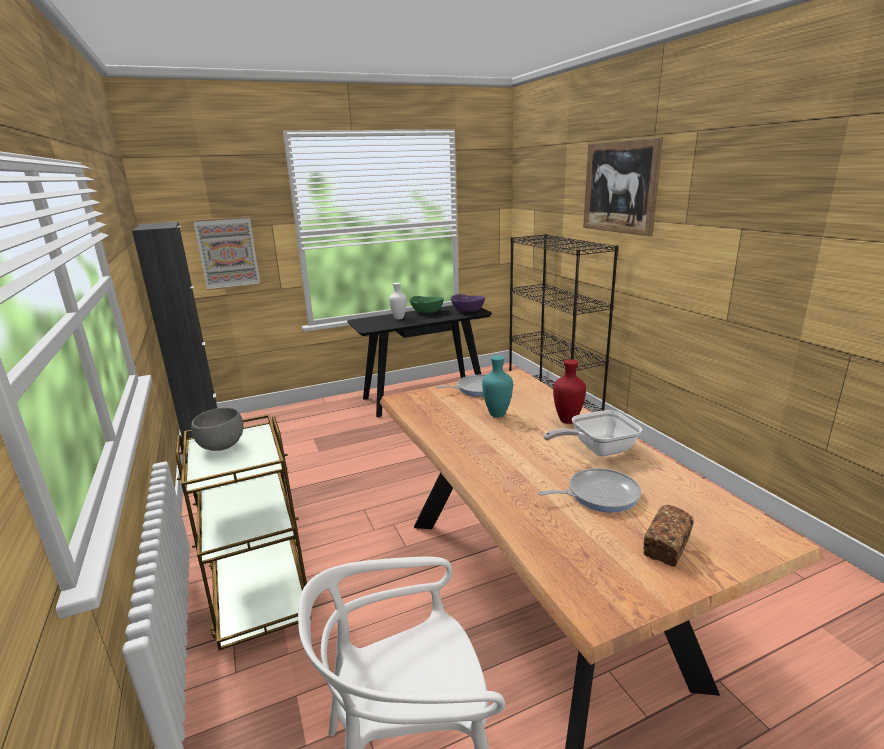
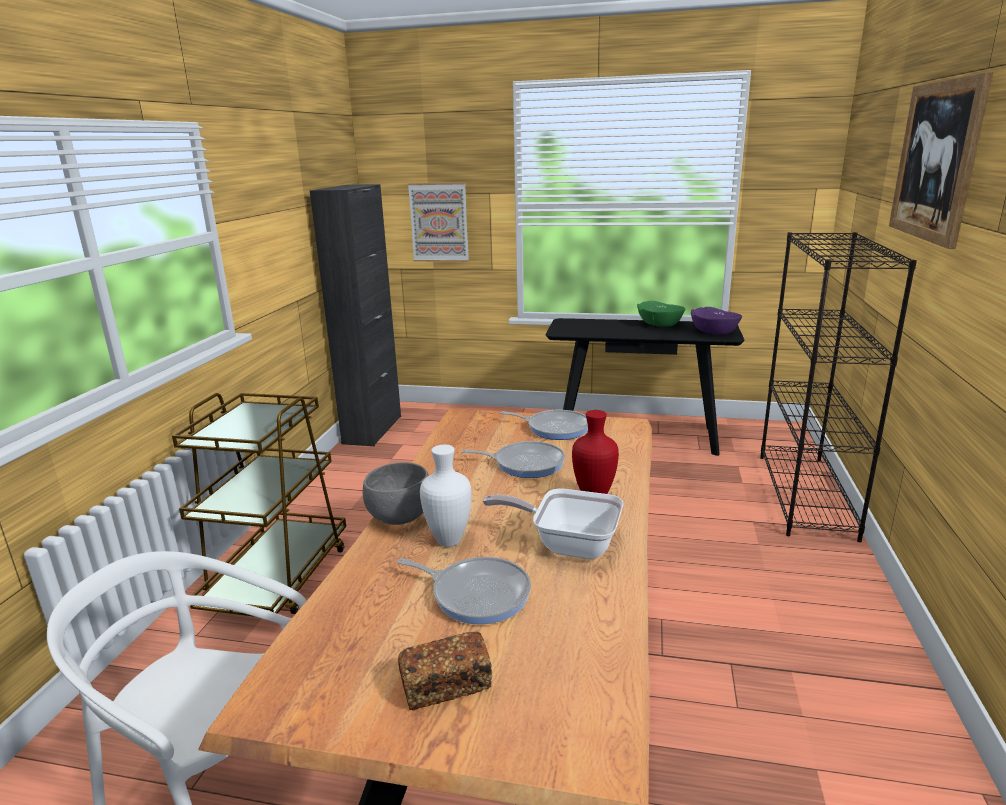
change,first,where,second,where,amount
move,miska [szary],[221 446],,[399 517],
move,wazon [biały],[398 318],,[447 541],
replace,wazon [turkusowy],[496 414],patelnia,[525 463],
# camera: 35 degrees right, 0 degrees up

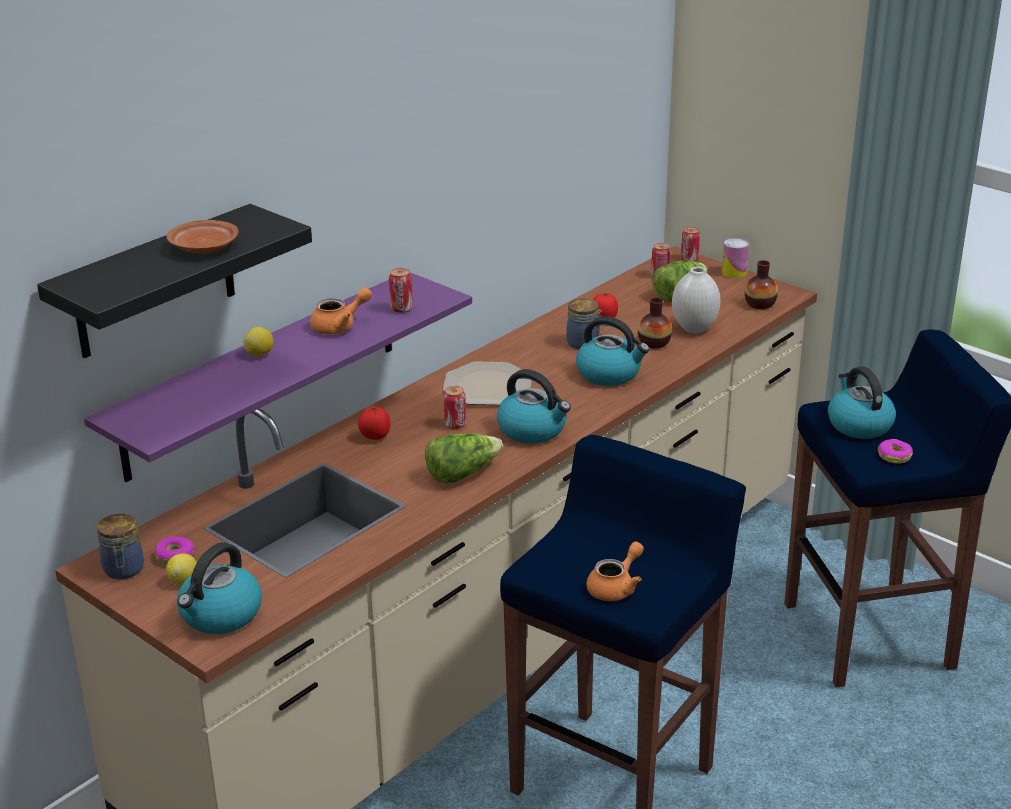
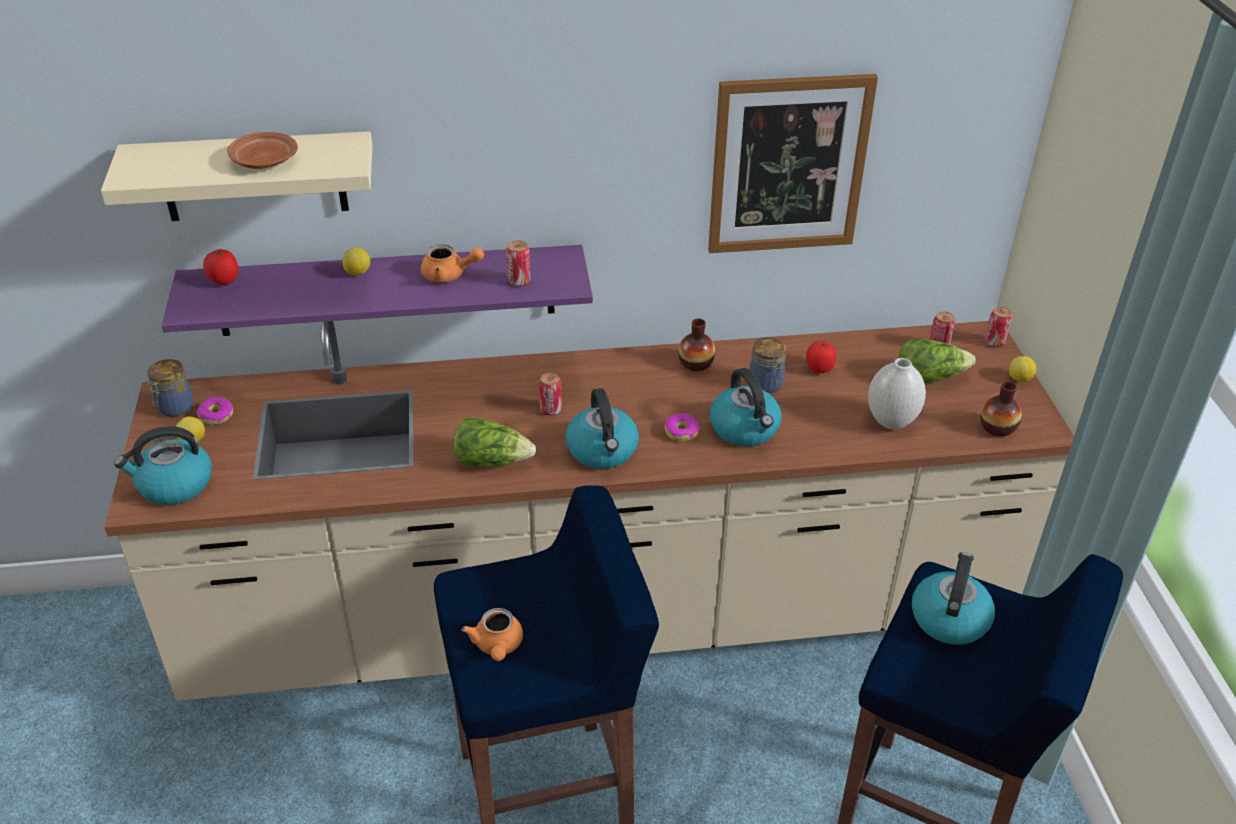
change,first,where,second,where,amount
delete,talerz,[488 386],,,
insert,,,obraz,[788 165],
move,pomidor,[374 437],,[224 281],
move,wazon,[654 343],,[696 363],
move,donut,[894 456],,[681 432],
replace,puszka,[734 273],cytryna,[1020 379],
recolor,półka [czarny],[155 283],półka [beżowy],[253 176],
rotate,imbryk [pomarańczowy],[616 587],,[497 646],90 degrees clockwise
# camera: 40 degrees right, 10 degrees up

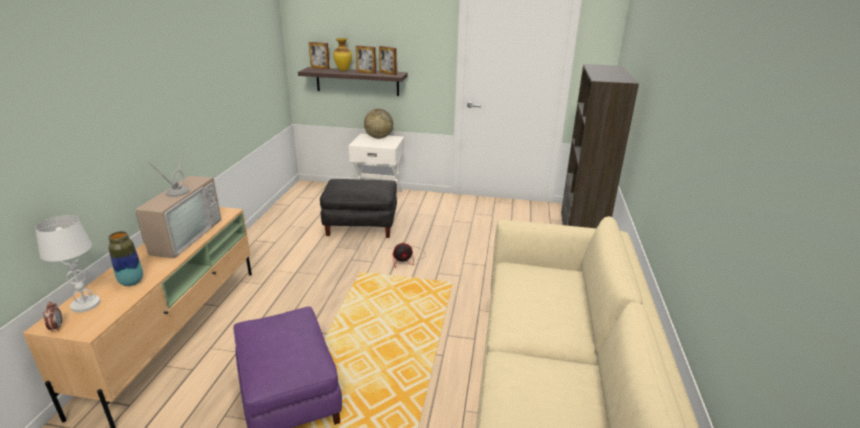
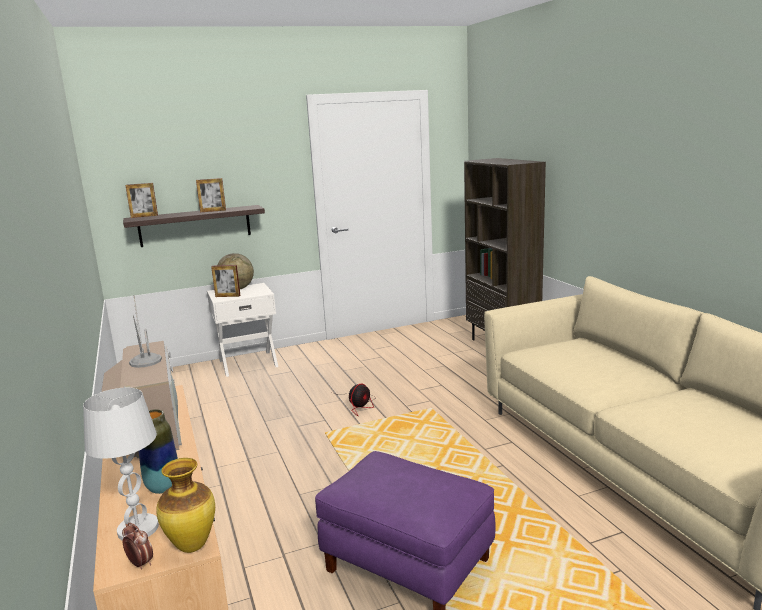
change,first,where,second,where,amount
delete,pufa [czarny],[361 225],,,
move,wazon,[343 70],,[192 546],
move,ramka na zdjęcie,[388 73],,[227 296],
# camera: 30 degrees left, 10 degrees down

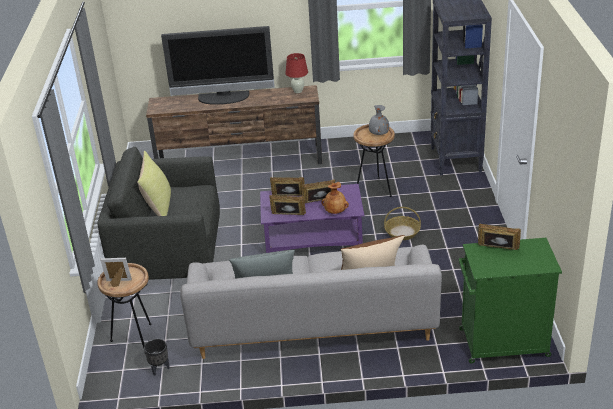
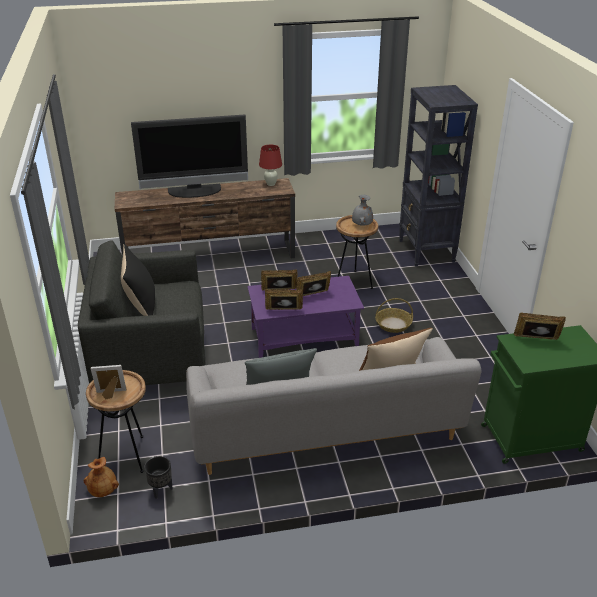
change,first,where,second,where,amount
move,wazon [brązowy],[335 211],,[103 490],
recolor,poduszka [żółty],[158 206],poduszka [czarny],[141 305],
# camera: 10 degrees left, 0 degrees up

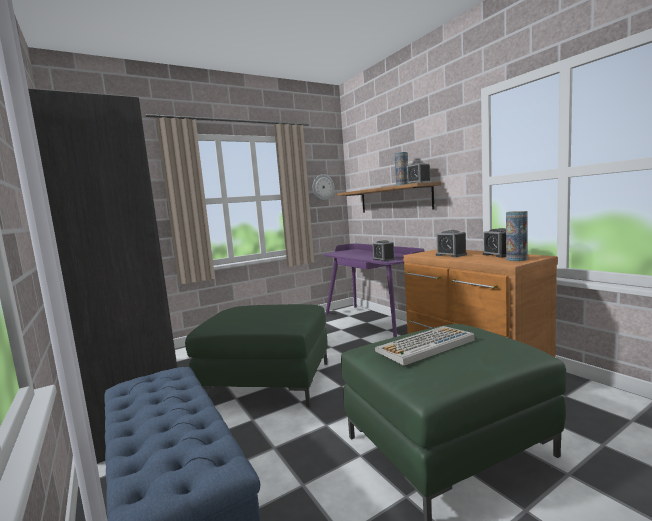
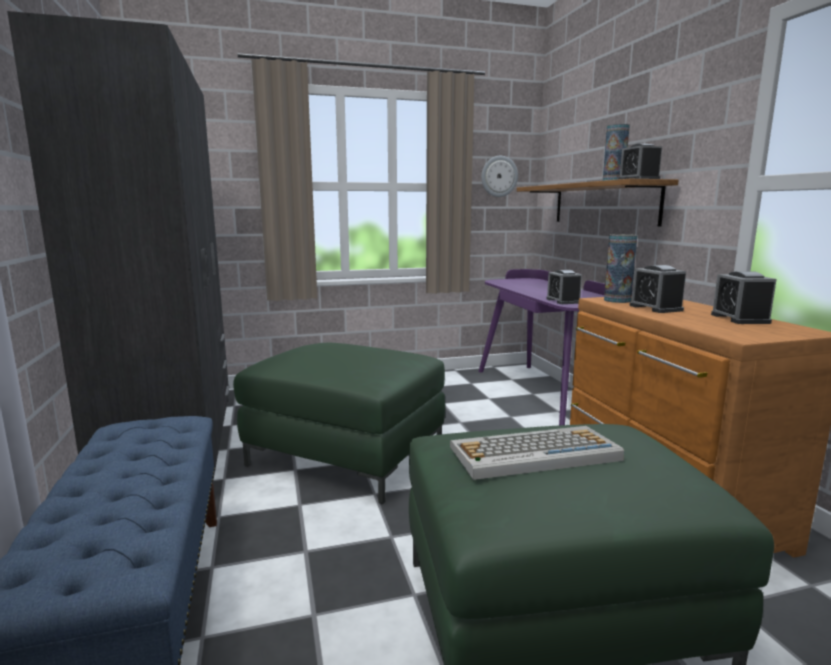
change,first,where,second,where,amount
move,wazon,[516 259],,[617 300],
# camera: 15 degrees right, 5 degrees up

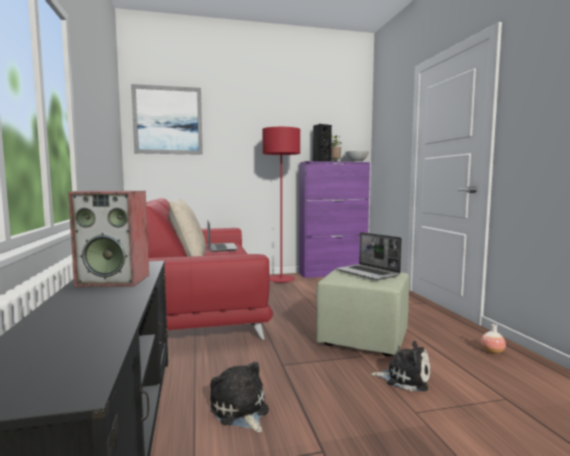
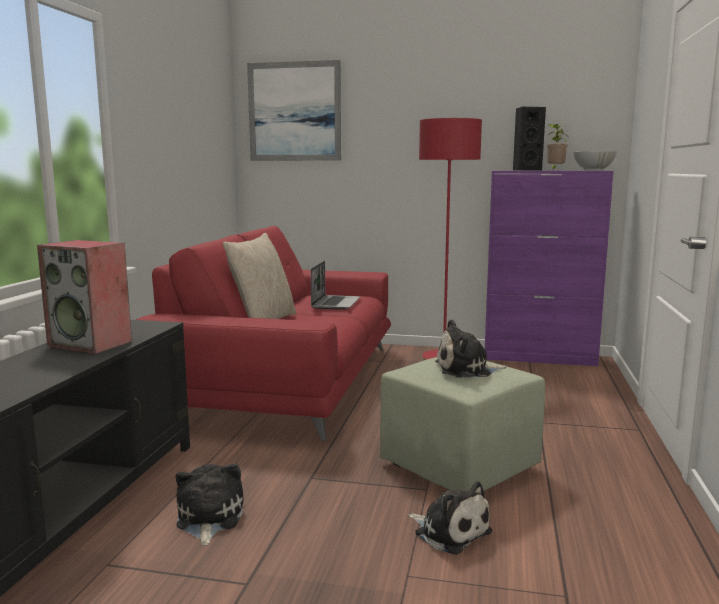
change,first,where,second,where,amount
delete,wazon,[492 352],,,
replace,laptop,[368 273],pluszak,[466 369],
# camera: 25 degrees right, 5 degrees up

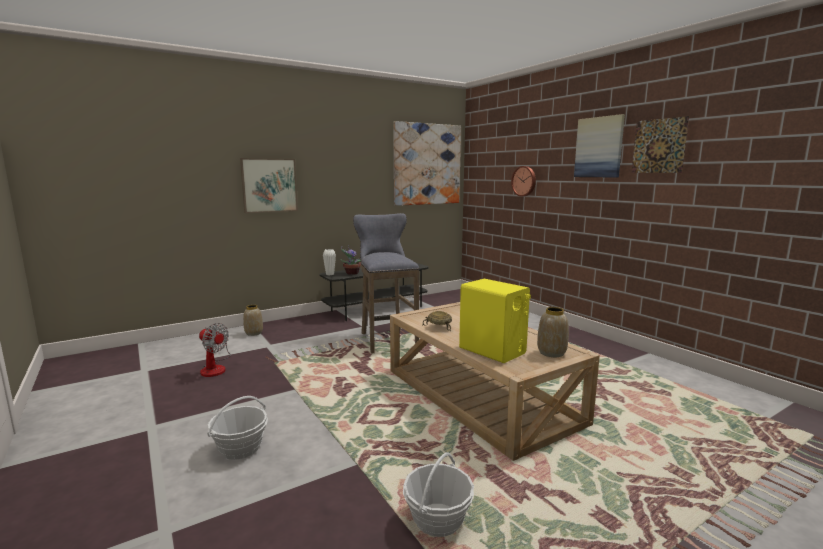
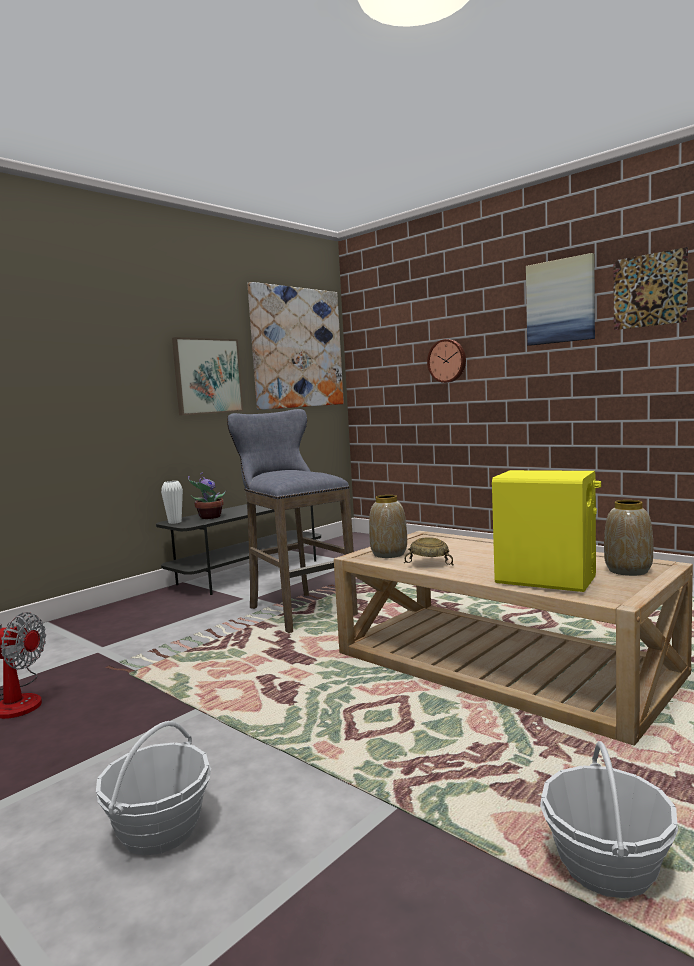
change,first,where,second,where,amount
move,obraz,[269 185],,[207 376],
move,wazon,[254 333],,[389 554],
# camera: 15 degrees left, 5 degrees down

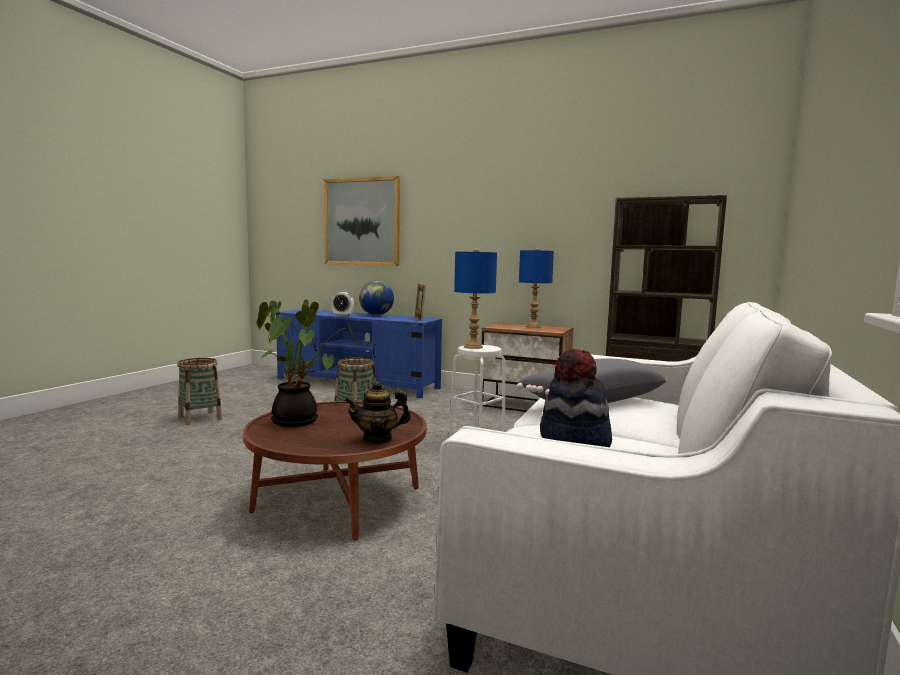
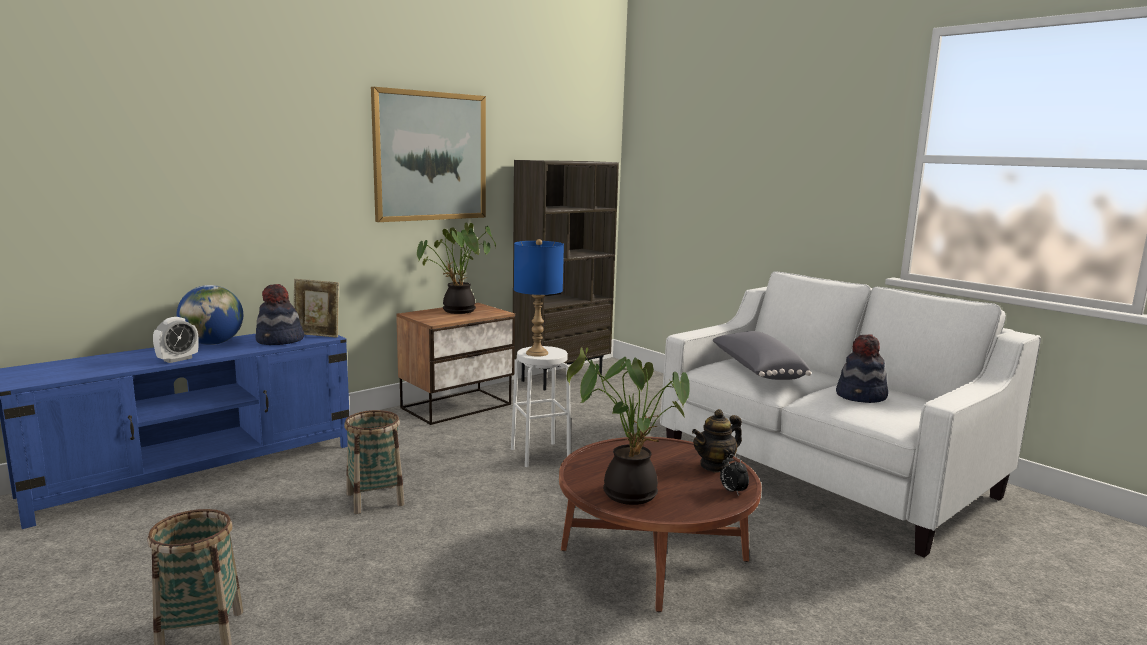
change,first,where,second,where,amount
insert,,,kapelusz,[280 341],
insert,,,budzik,[732 491],
move,obraz,[362 222],,[430 156],
replace,lampa stołowa [niebieski],[533 326],roślina doniczkowa,[457 311],
rotate,imbryk,[377 439],,[715 466],45 degrees clockwise
# camera: 65 degrees left, 5 degrees up

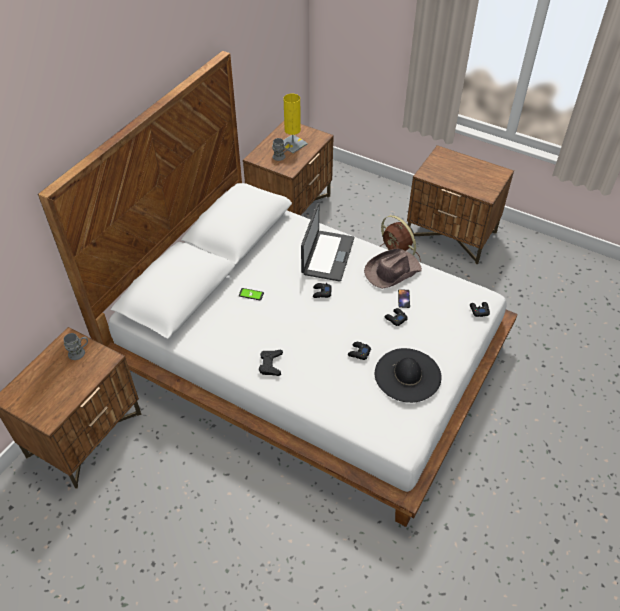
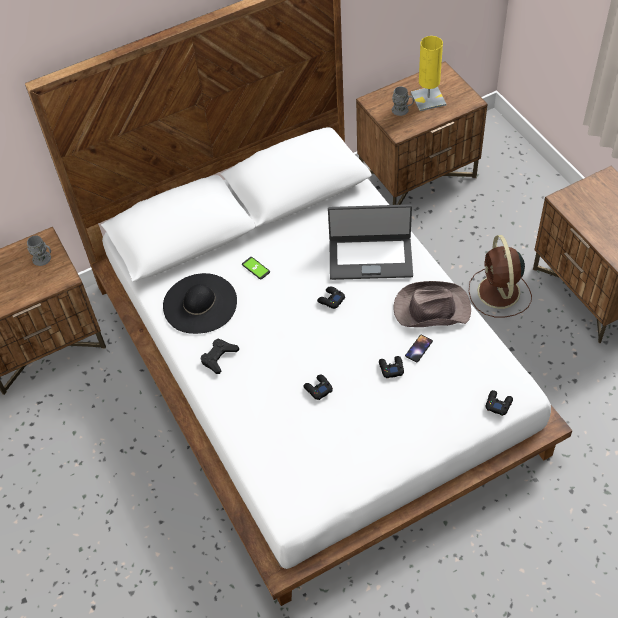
change,first,where,second,where,amount
move,kapelusz [czarny],[407 375],,[200 303],
rotate,laptop,[327 256],,[370 257],45 degrees clockwise
# camera: 35 degrees right, 5 degrees up

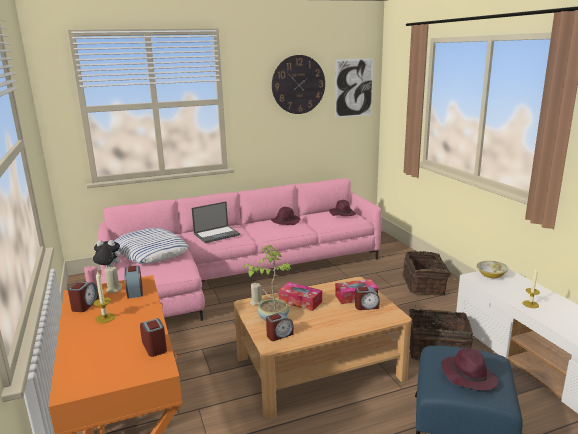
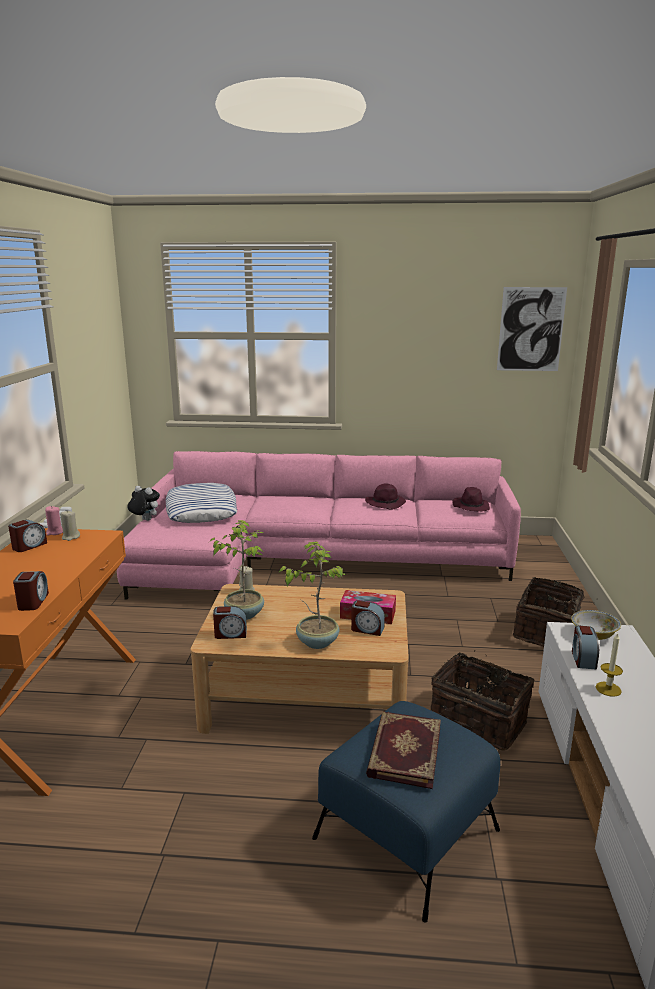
change,first,where,second,where,amount
delete,świeca,[105 318],,,
delete,laptop,[217 234],,,
delete,zegar ścienny,[298 84],,,
delete,pudełko chusteczek,[300 301],,,
insert,,,roślina doniczkowa,[317 641],
move,budzik,[134 291],,[583 659],
replace,kapelusz [fioletowy],[468 375],książka,[403 751],
# camera: 25 degrees right, 0 degrees up

